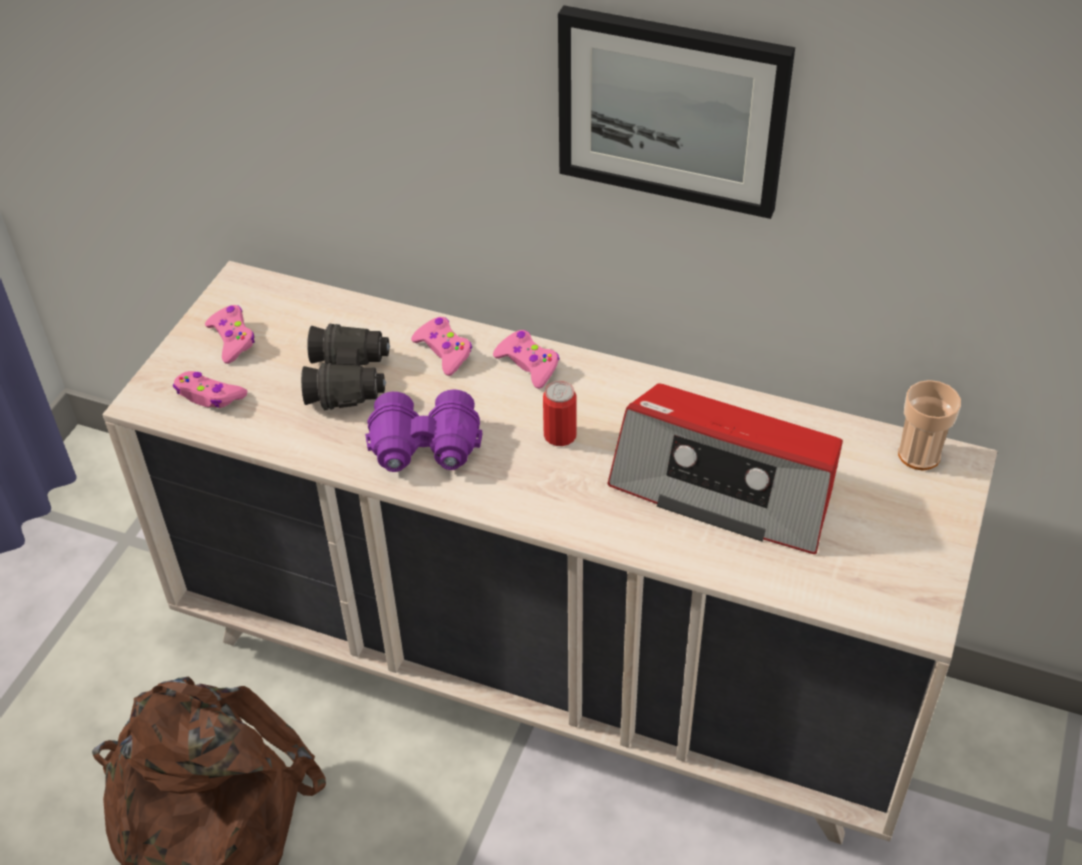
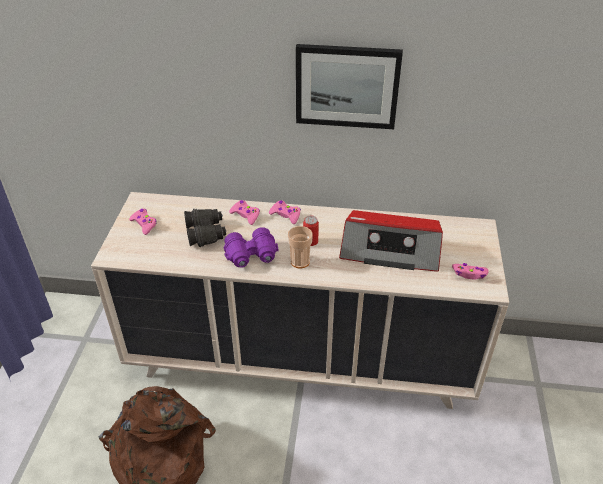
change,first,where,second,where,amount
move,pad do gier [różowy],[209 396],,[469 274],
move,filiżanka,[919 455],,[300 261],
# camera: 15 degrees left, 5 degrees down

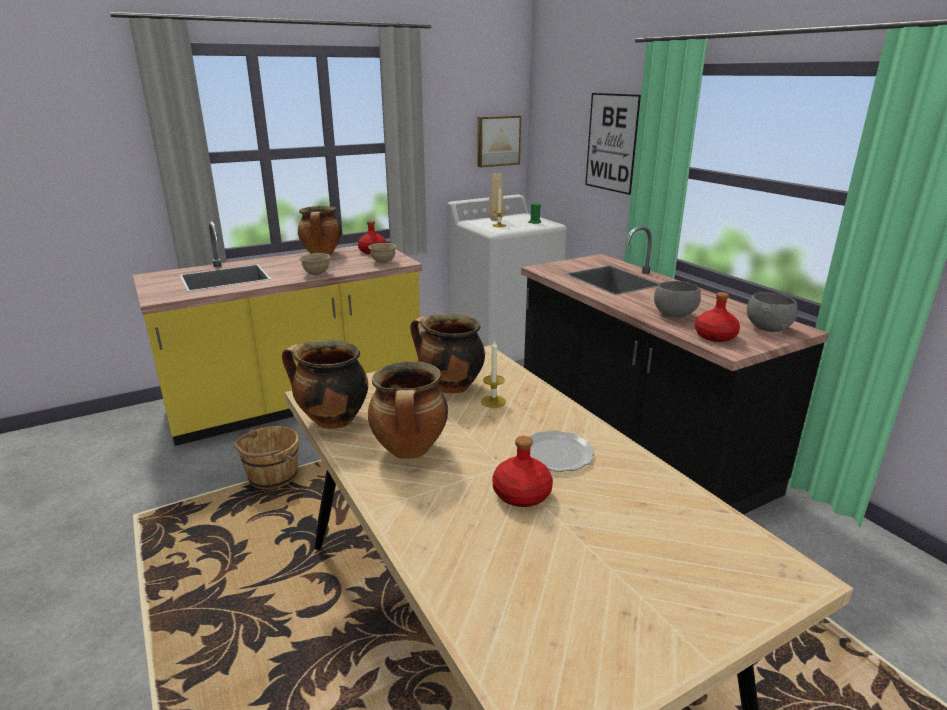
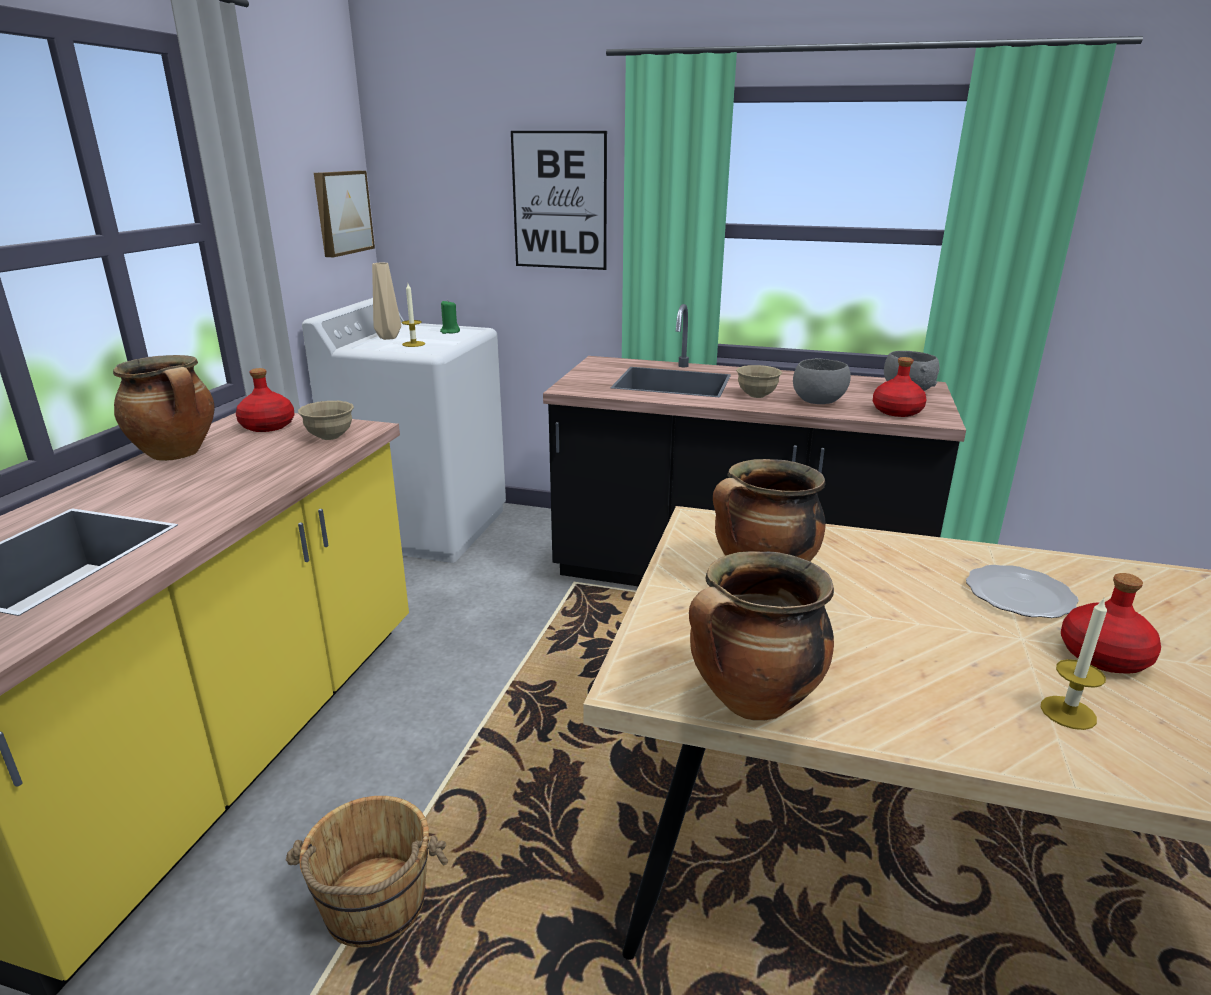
change,first,where,second,where,amount
delete,garnek,[410 450],,,
move,miska [beżowy],[316 273],,[756 395],
move,świeca,[493 401],,[1068 712],
# camera: 45 degrees left, 0 degrees up

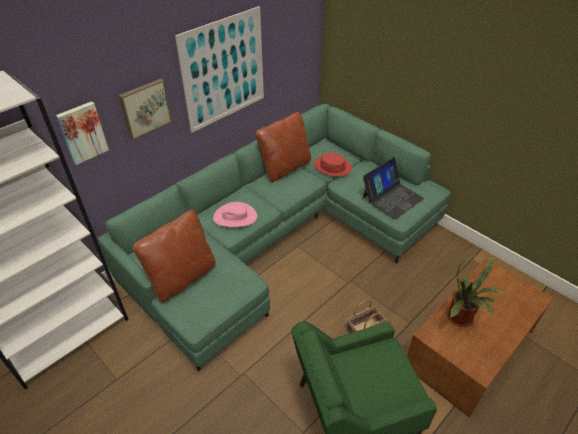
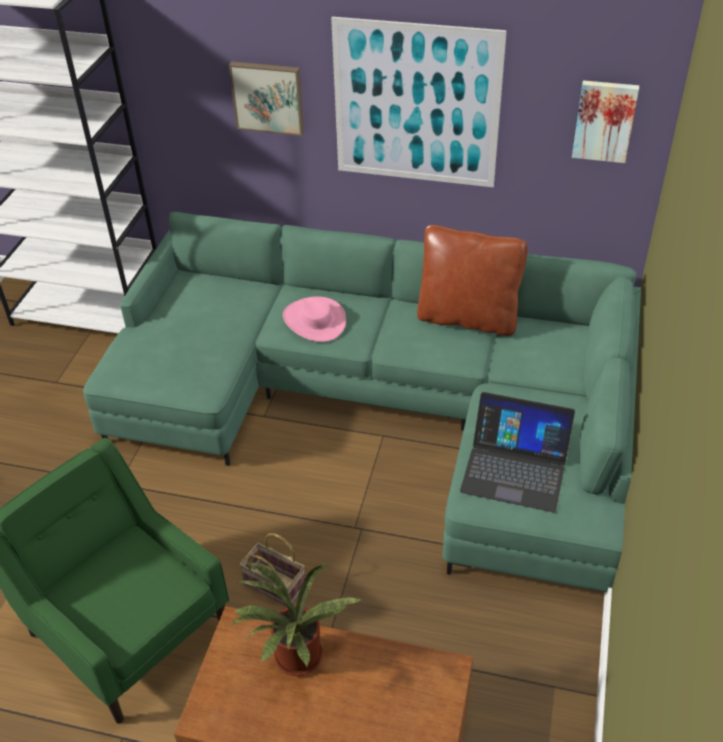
change,first,where,second,where,amount
delete,poduszka [brązowy],[182 277],,,
delete,kapelusz [czerwony],[332 166],,,
move,obraz,[82 132],,[604 120],
# camera: 60 degrees right, 0 degrees up

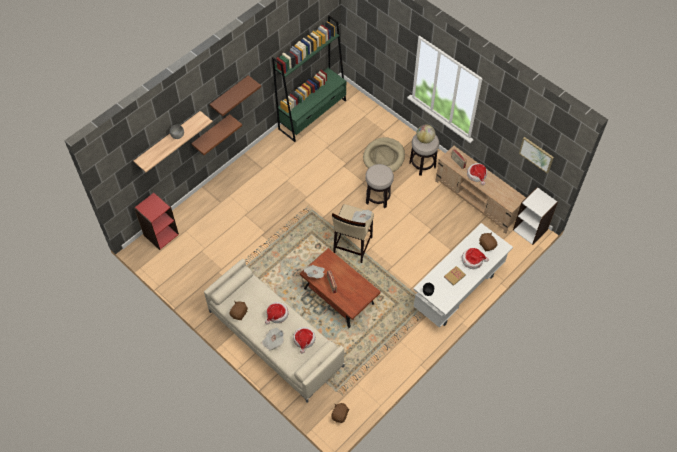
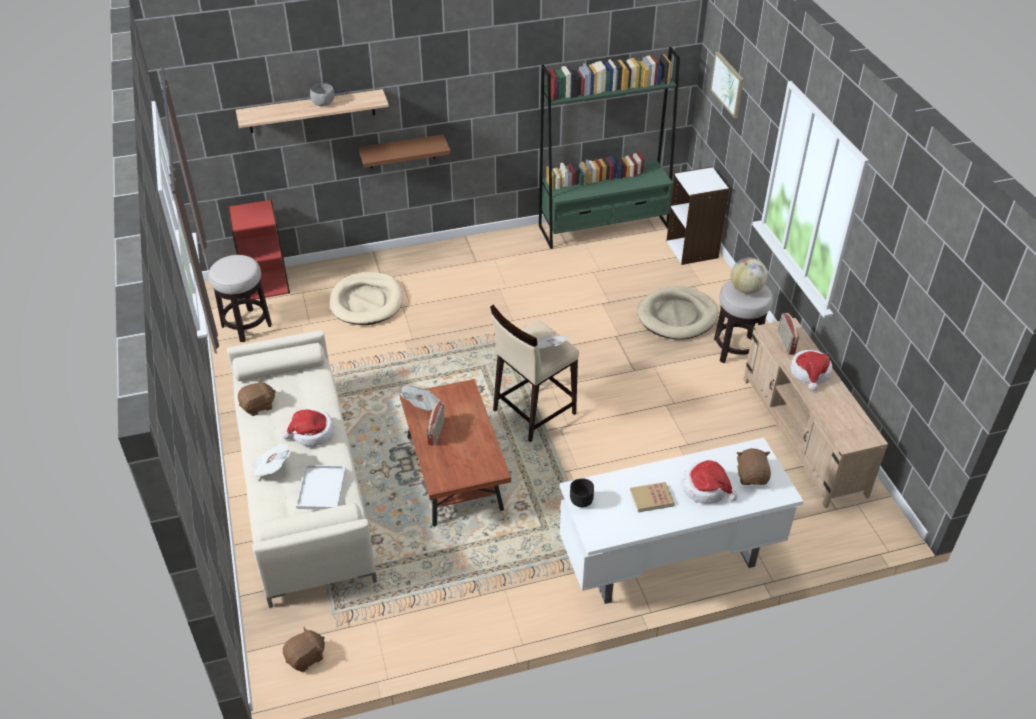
change,first,where,second,where,amount
delete,półka [brązowy],[229 94],,,
insert,,,legowisko [beżowy],[367 302],
move,stołek,[378 198],,[246 325],
move,regał [biały],[530 229],,[692 249],
move,obraz,[536 154],,[728 84],
replace,kapelusz,[304 340],taca [biały],[322 489],
# camera: 30 degrees right, 15 degrees down

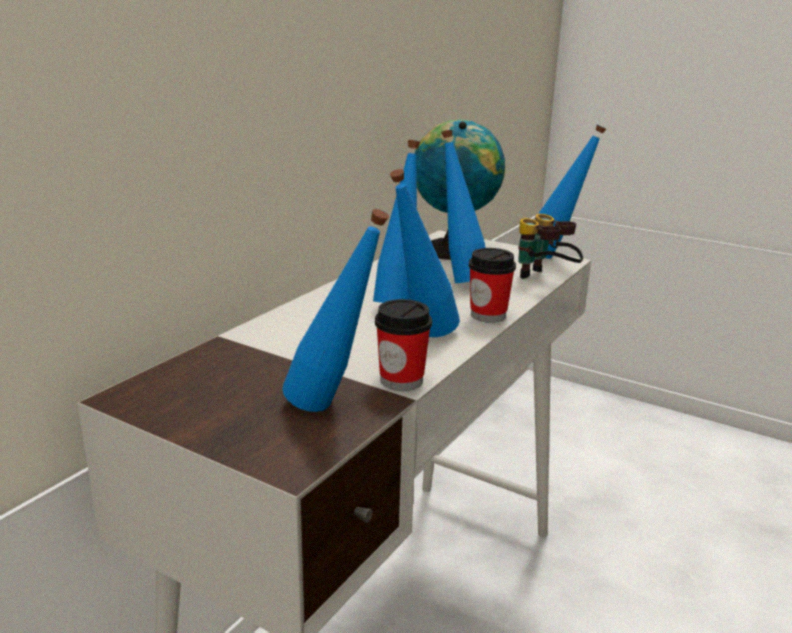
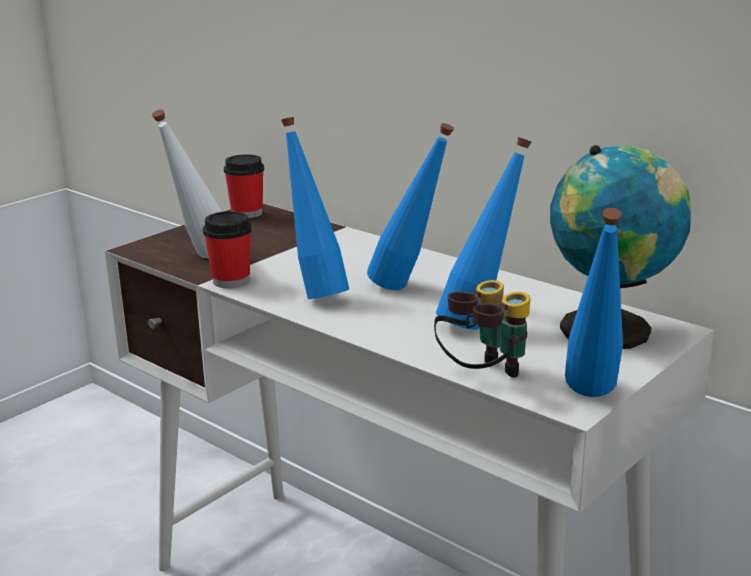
change,first,where,second,where,amount
move,filiżanka,[488 315],,[247 213],
recolor,butelka [niebieski],[334 409],butelka [biały],[199 259],
# camera: 100 degrees right, 0 degrees up

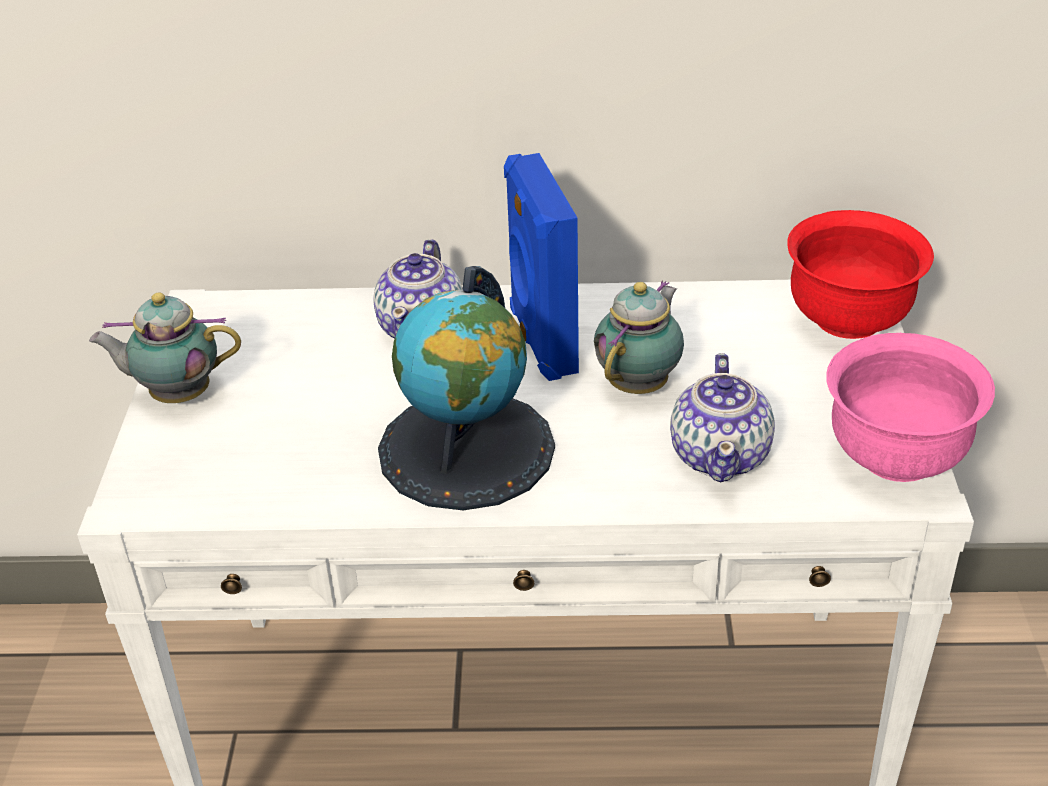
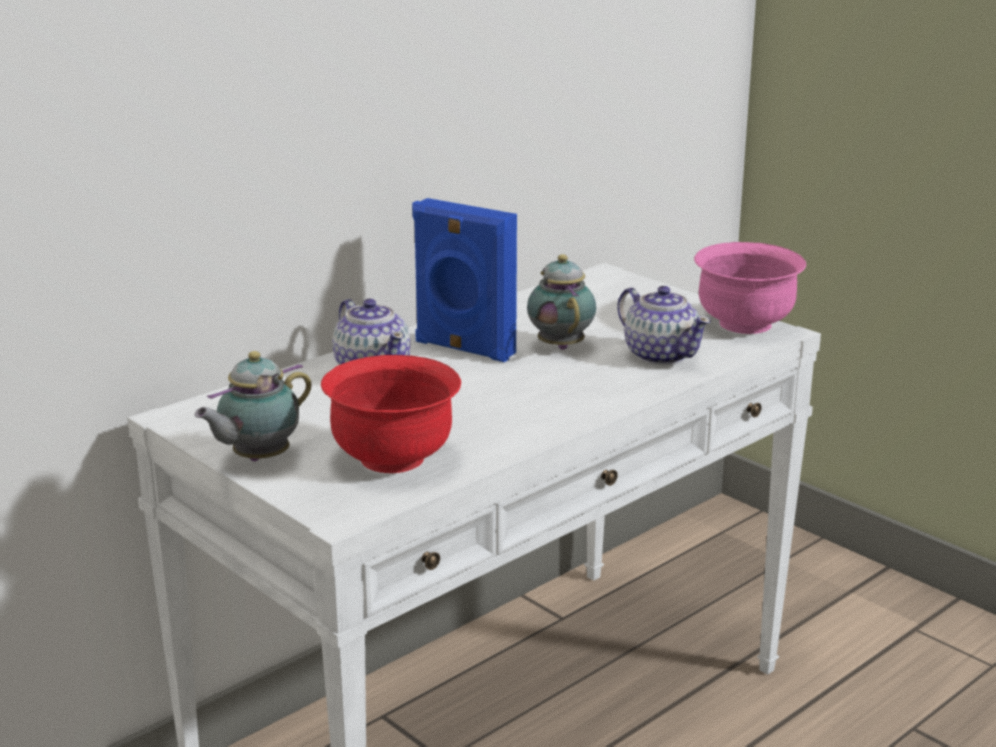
change,first,where,second,where,amount
delete,globus,[467 449],,,
move,miska [czerwony],[848 321],,[393 459],
# camera: 45 degrees left, 15 degrees down

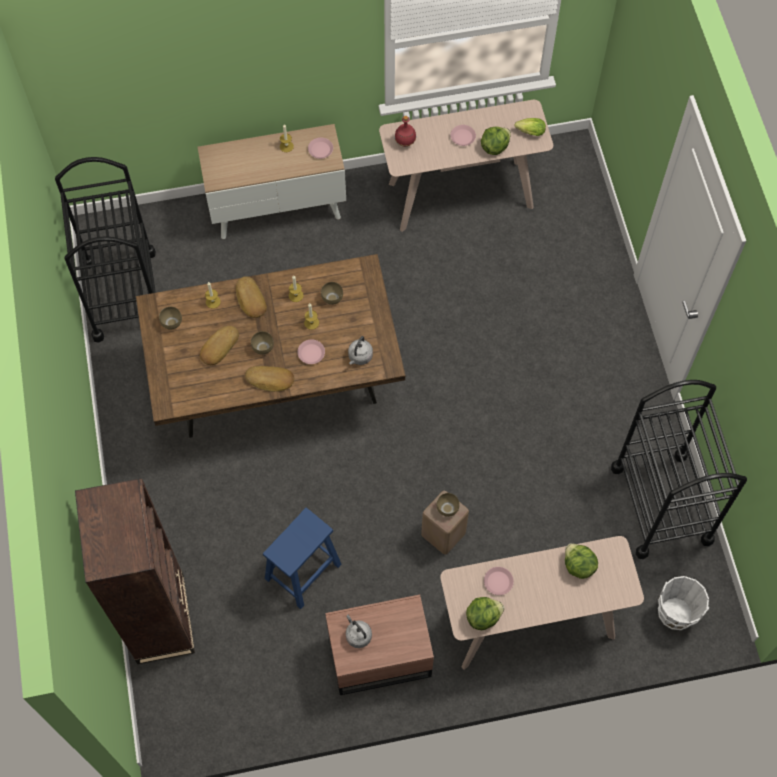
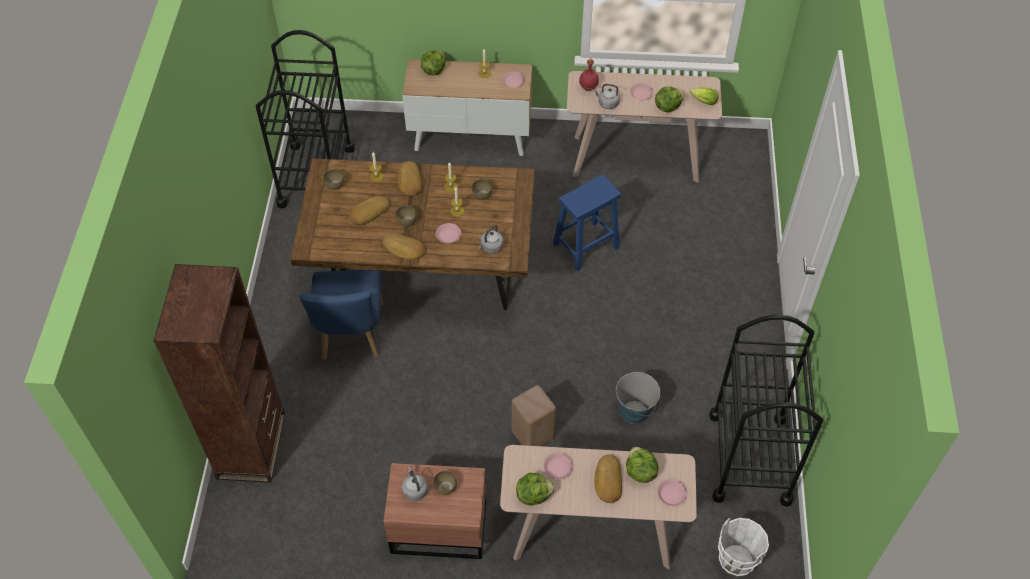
change,first,where,second,where,amount
insert,,,krzesło [niebieski],[351 337],
insert,,,sałata,[433 70],
insert,,,czajnik [szary],[607 103],
insert,,,chleb,[607 481],
insert,,,wiadro,[634 411],
insert,,,talerz [różowy],[671 494],
move,stołek [niebieski],[302 572],,[585 246],
move,miska [brązowy],[446 509],,[444 488],
# camera: 15 degrees right, 10 degrees down

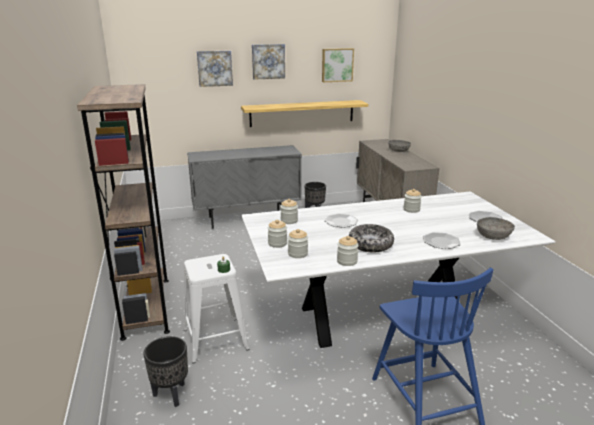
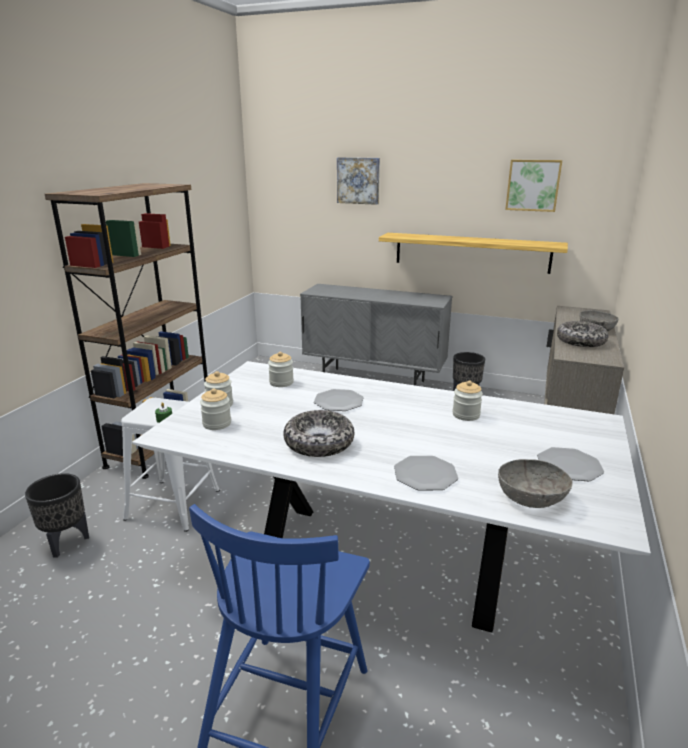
change,first,where,second,where,amount
delete,obraz,[268 61],,,
delete,słoik,[347 261],,,
insert,,,miska,[580 341],
# camera: 35 degrees right, 0 degrees up

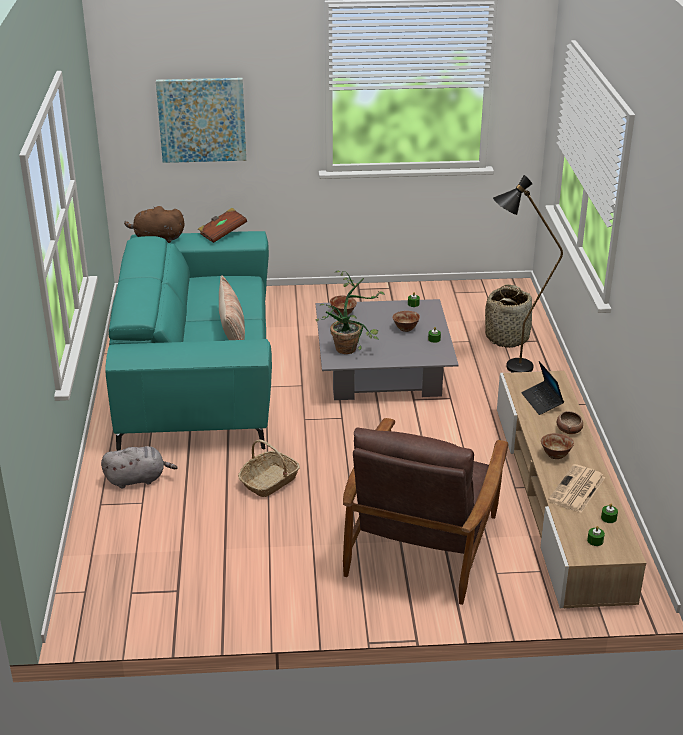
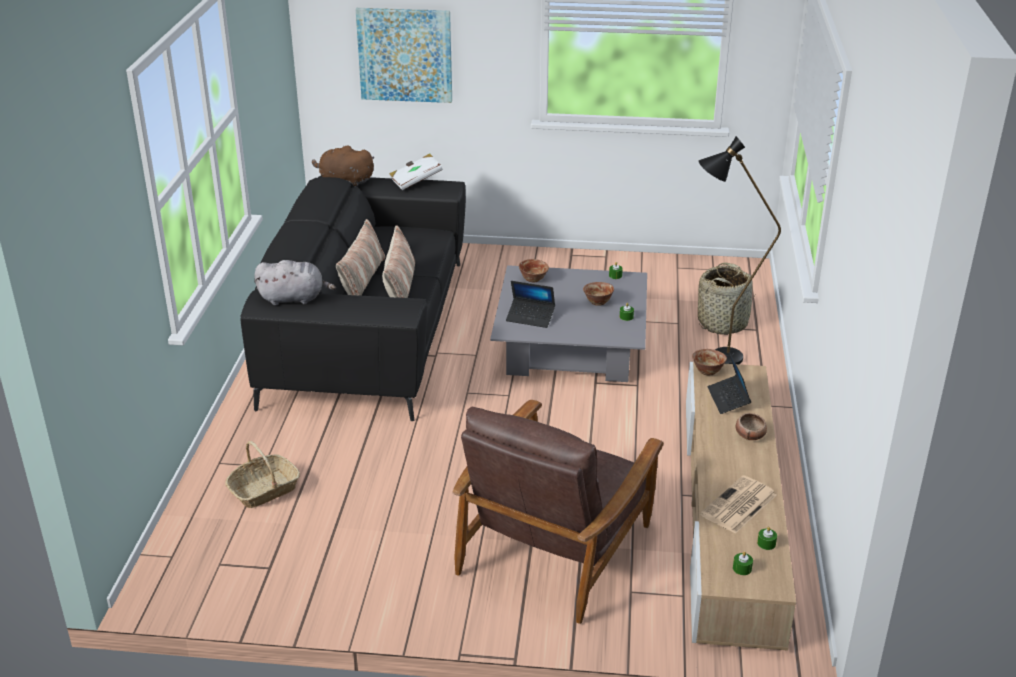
change,first,where,second,where,amount
insert,,,poduszka,[362 280],
move,pluszak [szary],[138 479],,[294 298],
move,koszyk,[269 481],,[264 490],
move,miska,[555 455],,[707 371],
replace,roślina doniczkowa,[351 347],laptop,[530 317],
recolor,kanapa [turkusowy],[198 373],kanapa [czarny],[369 331],
recolor,książka [brązowy],[222 233],książka [biały],[416 181],
# camera: 10 degrees right, 0 degrees up

